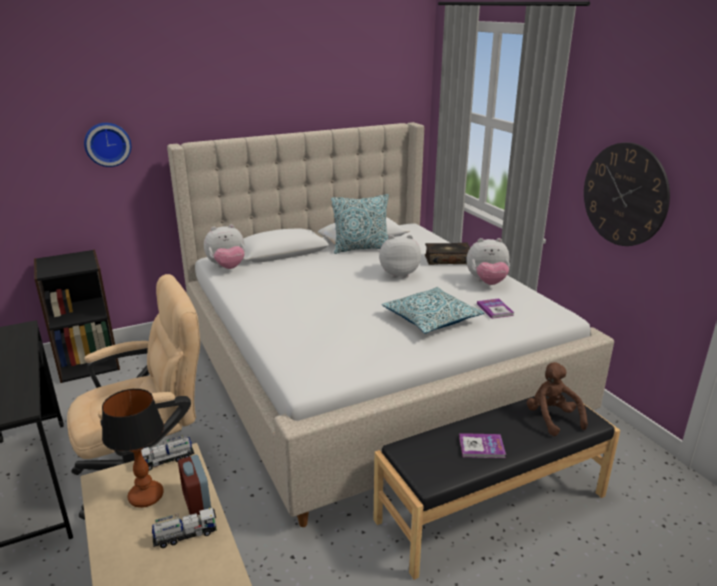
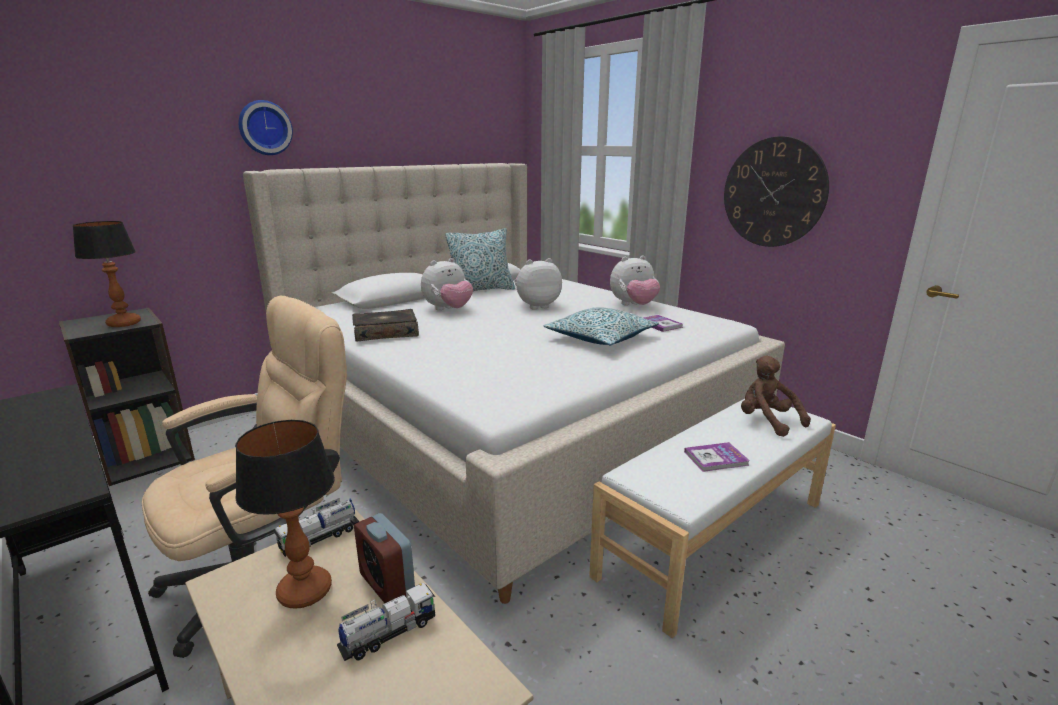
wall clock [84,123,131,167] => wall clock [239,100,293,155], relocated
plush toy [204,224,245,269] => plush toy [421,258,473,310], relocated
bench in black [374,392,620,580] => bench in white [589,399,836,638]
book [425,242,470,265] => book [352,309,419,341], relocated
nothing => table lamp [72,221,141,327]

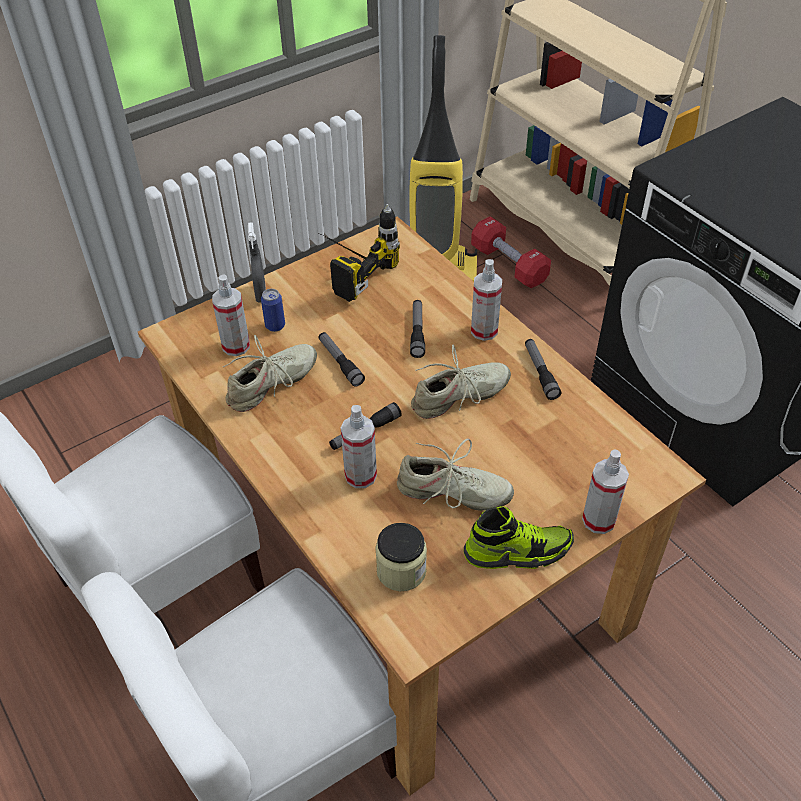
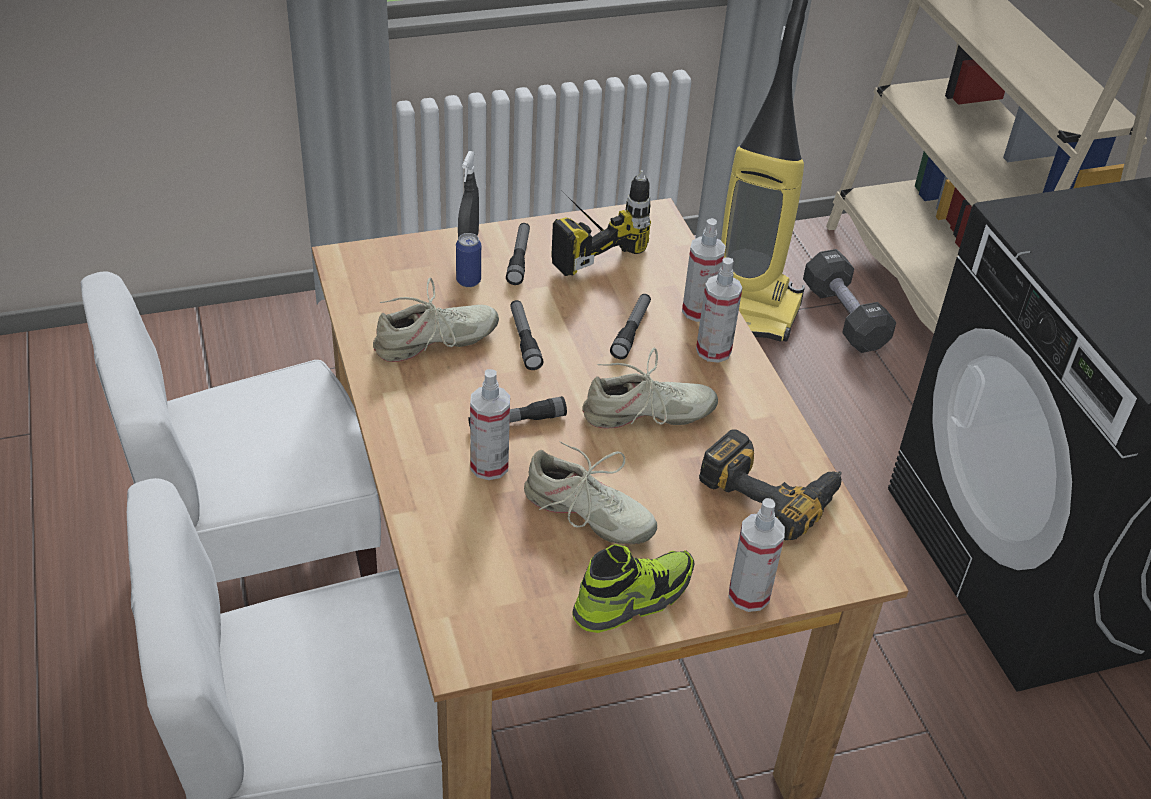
spray bottle [212,275,250,356] => spray bottle [682,218,726,322], relocated
jar [375,523,427,591] => nothing
shoe [463,506,574,569] => shoe [572,544,695,633], 45 degrees counterclockwise
dumbbell in red [471,216,551,288] => dumbbell in black [803,249,896,353]
flashlight [525,339,561,400] => flashlight [506,223,530,285], relocated
nothing => power drill [699,429,842,540]

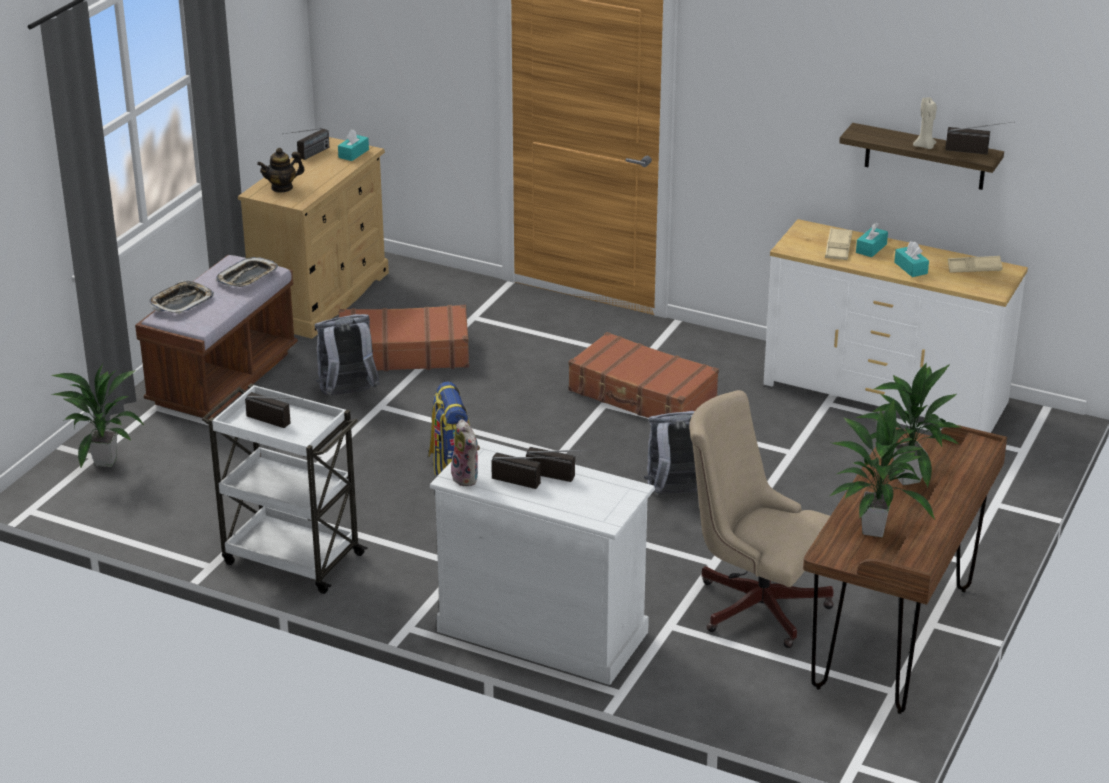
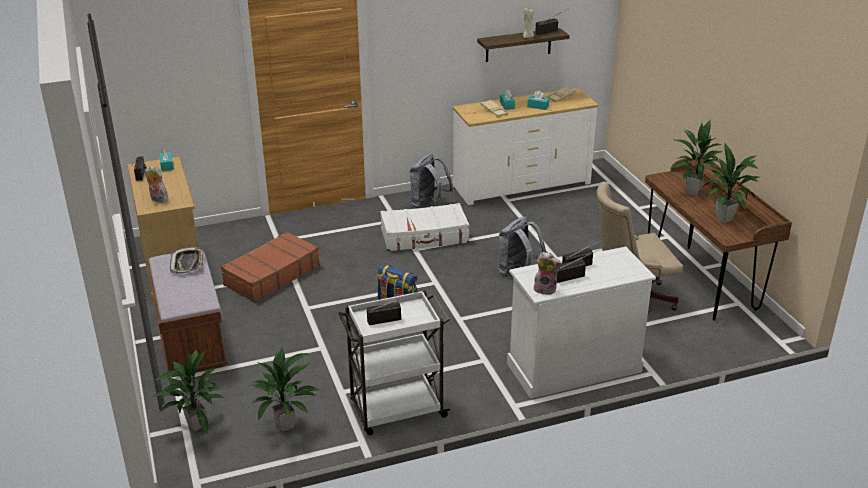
tray [149,280,214,314] => nothing
teapot [257,148,305,193] => plush toy [145,165,168,203]
backpack in grey [315,314,380,395] => backpack in grey [409,154,453,208], relocated
suitcase in brown [568,332,719,418] => suitcase in white [380,203,470,251]
nothing => potted plant [251,347,320,432]

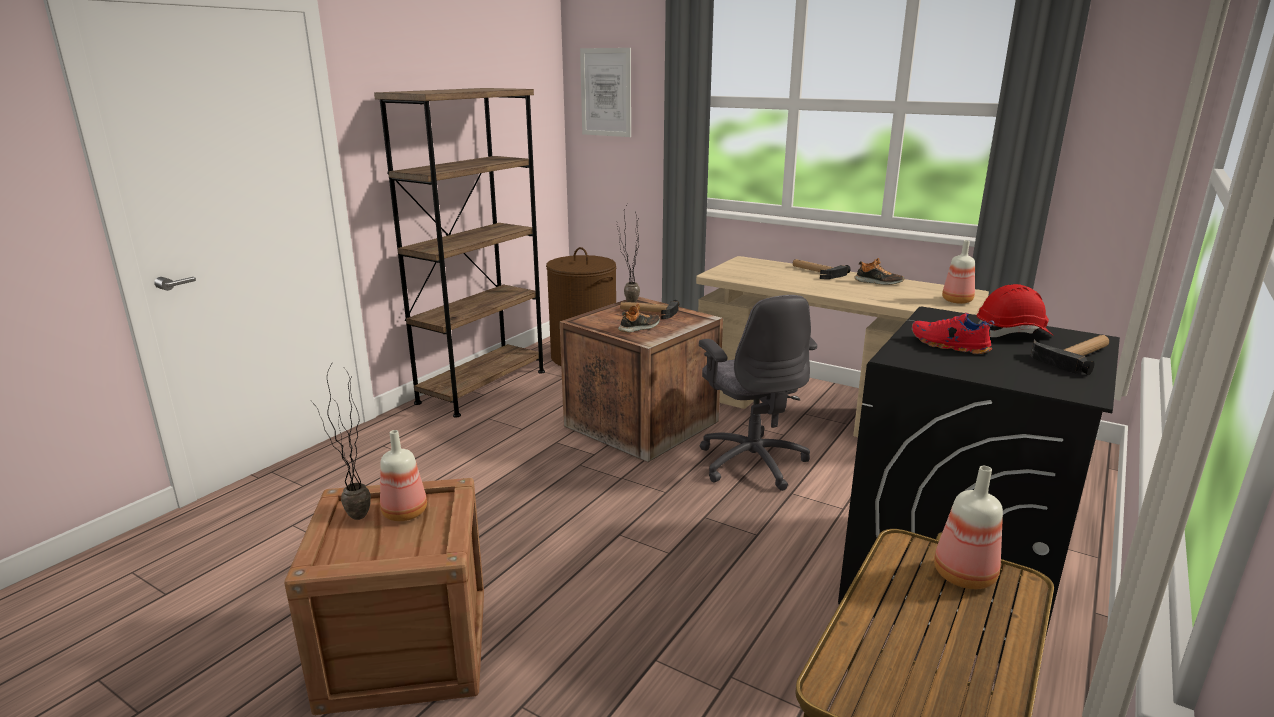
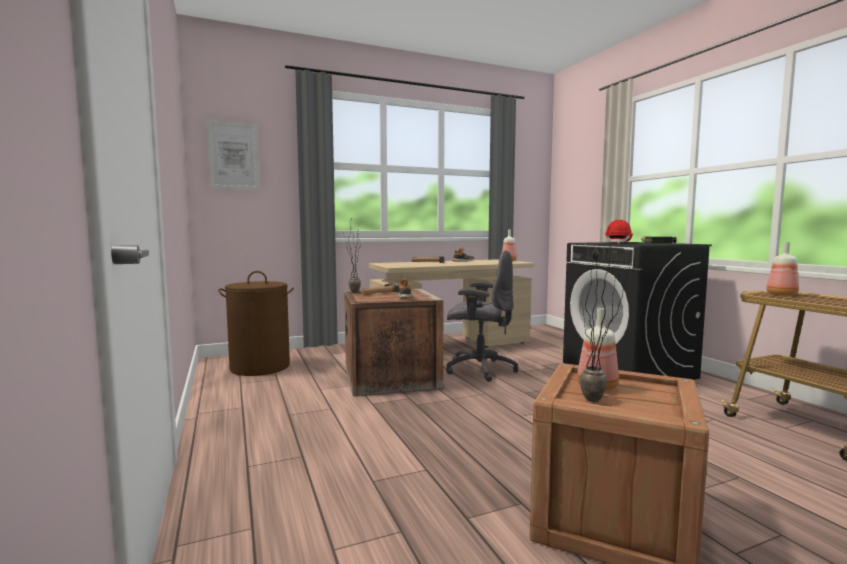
bookcase in brown [374,88,545,418] => nothing
shoe in red [912,313,995,354] => nothing

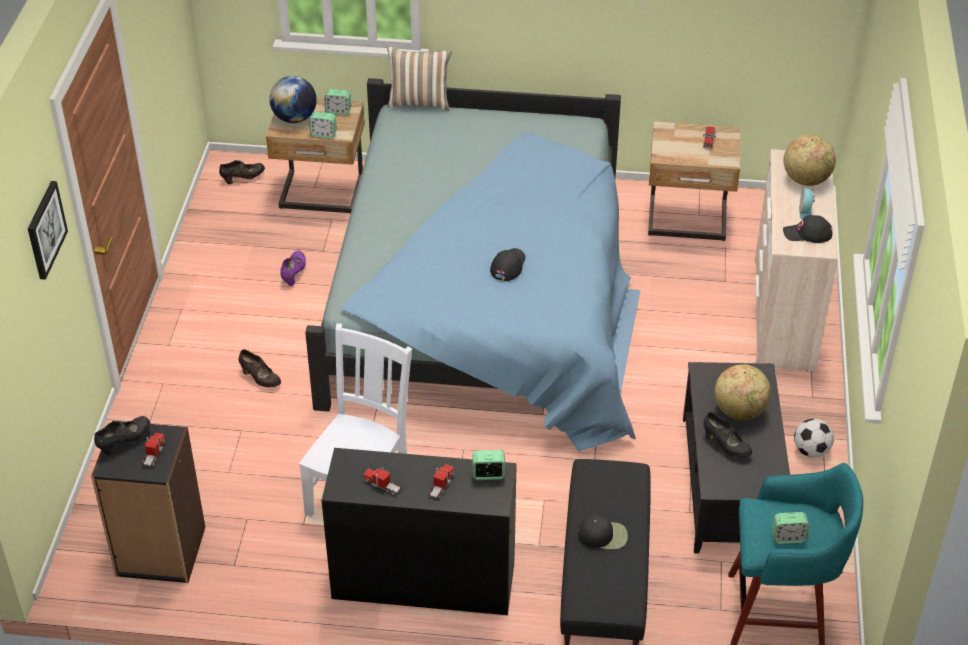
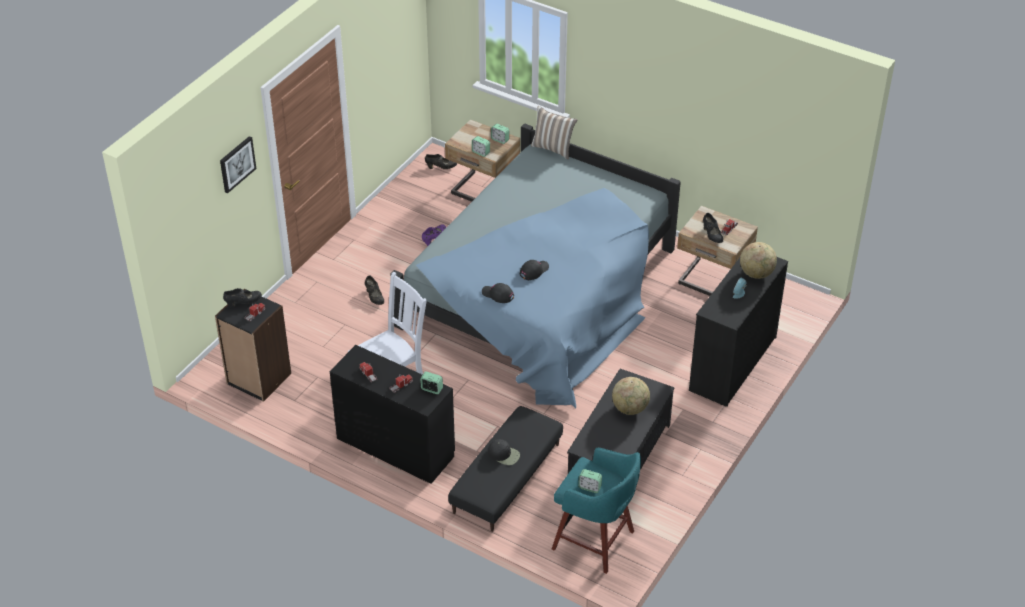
globe [269,76,317,123] => nothing
shoe in black [704,412,752,457] => shoe in black [703,213,723,243], relocated
dresser in beige [755,149,838,371] => dresser in black [689,257,788,407]
cap in black [783,215,832,243] => cap in black [482,283,514,303], relocated
football [794,419,834,458] => nothing

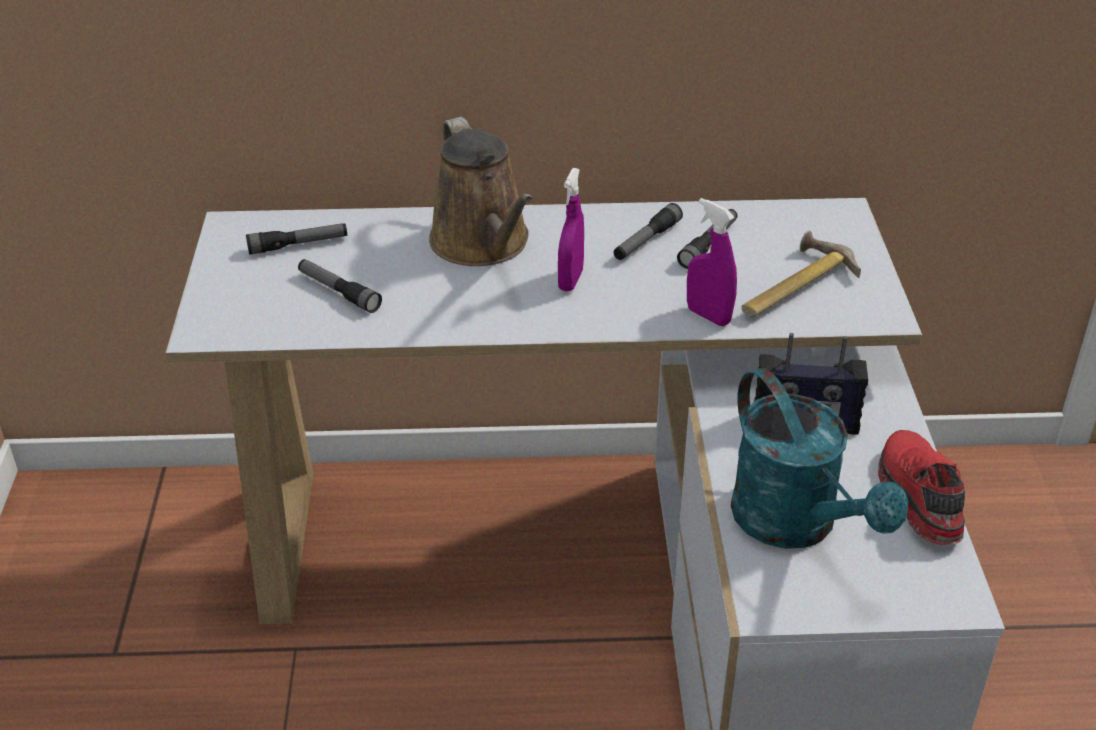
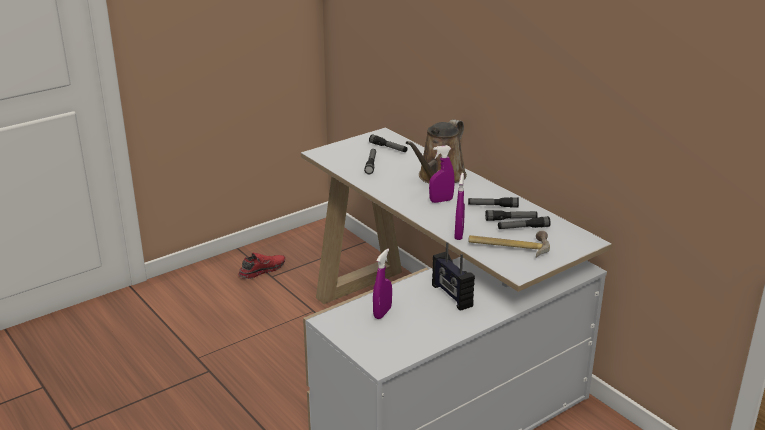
watering can in turquoise [731,368,908,549] => spray bottle in purple [373,248,392,319]
shoe in red [878,430,965,545] => shoe in red [238,253,285,279], relocated
nothing => flashlight [498,216,551,229]

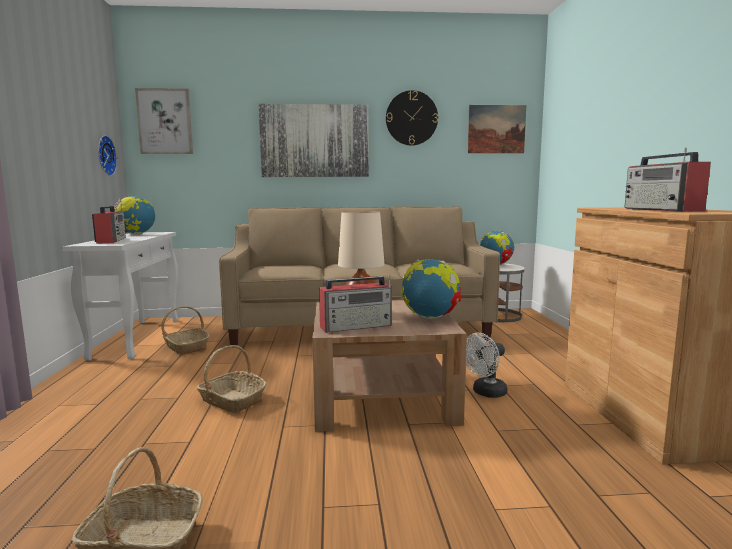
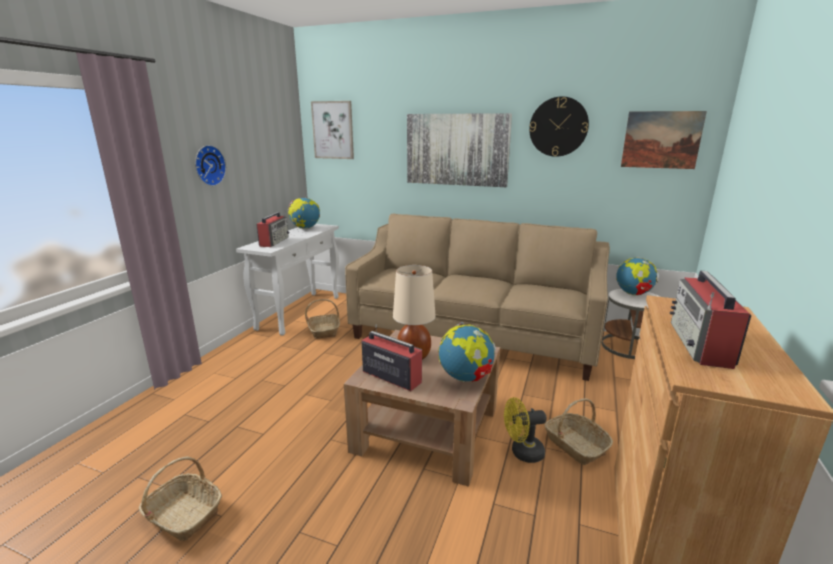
wall clock [98,135,117,176] => wall clock [195,145,226,186], relocated
basket [197,345,267,413] => basket [545,398,613,465], relocated
radio [319,275,392,333] => radio [361,325,422,391], 150 degrees counterclockwise
fan in white [466,333,508,398] => fan in yellow [504,397,547,463]

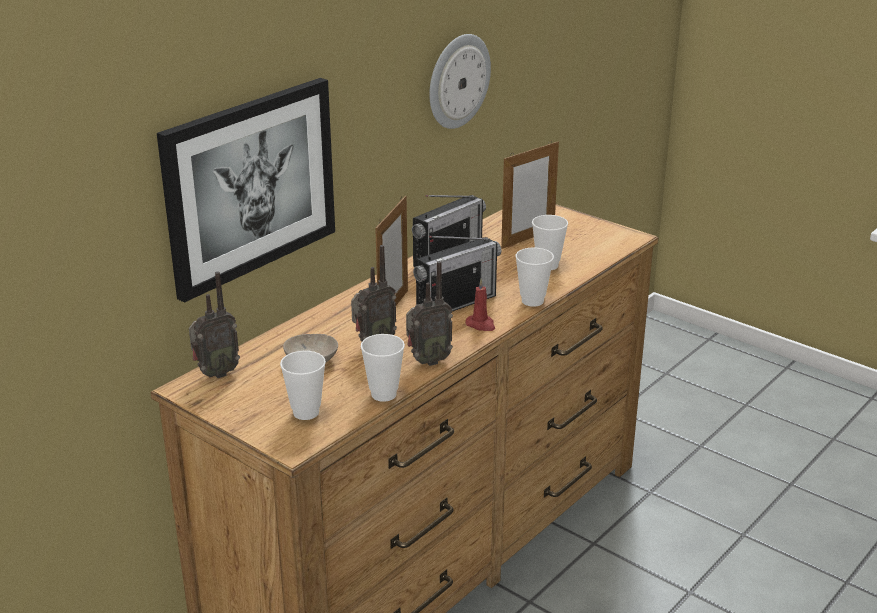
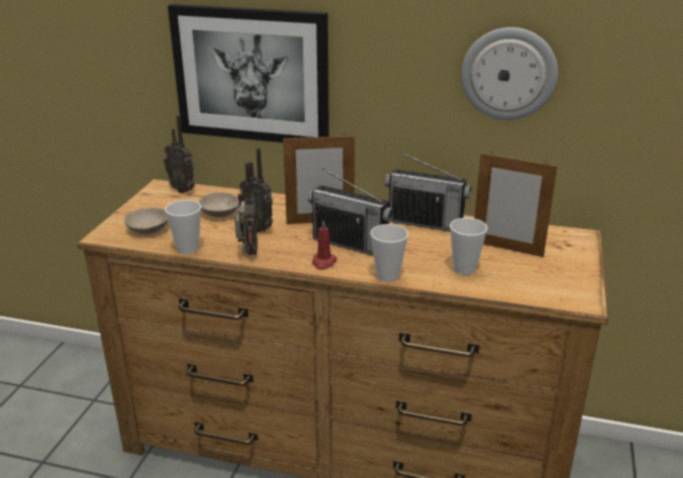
cup [280,351,326,420] => bowl in beige [124,208,168,234]
radio [406,261,453,366] => radio [234,162,257,255], 135 degrees counterclockwise

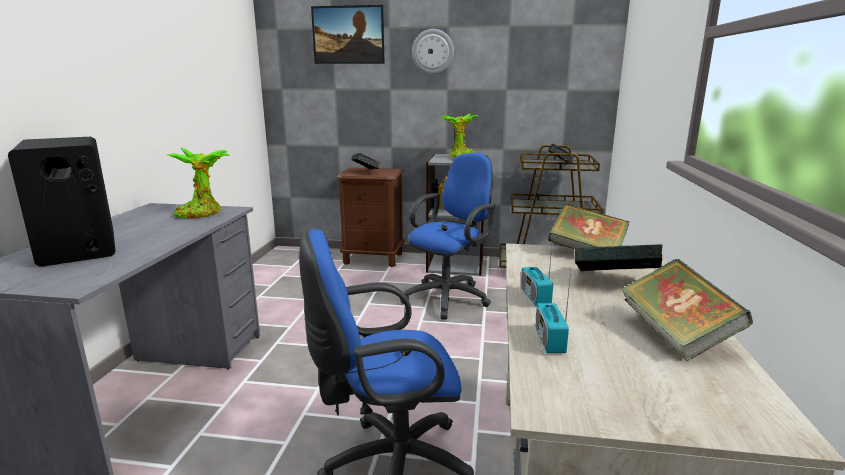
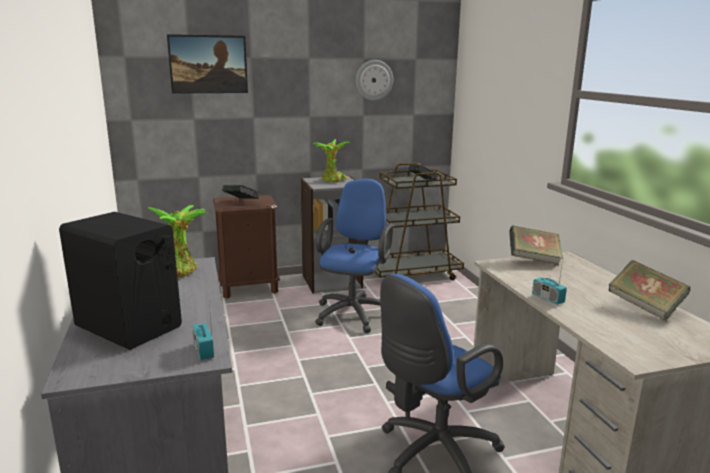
wall clock [412,29,454,74] => wall clock [356,60,393,101], relocated
radio [535,271,571,353] => radio [193,304,214,360], relocated
book [574,244,663,271] => nothing

